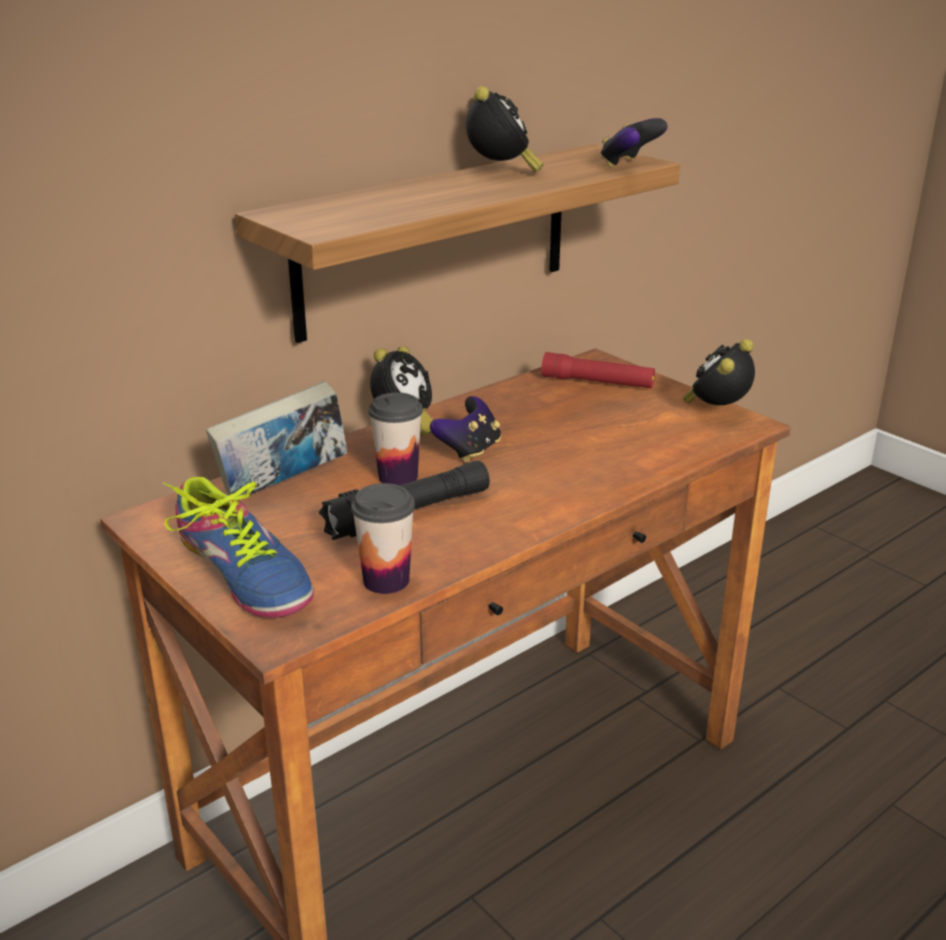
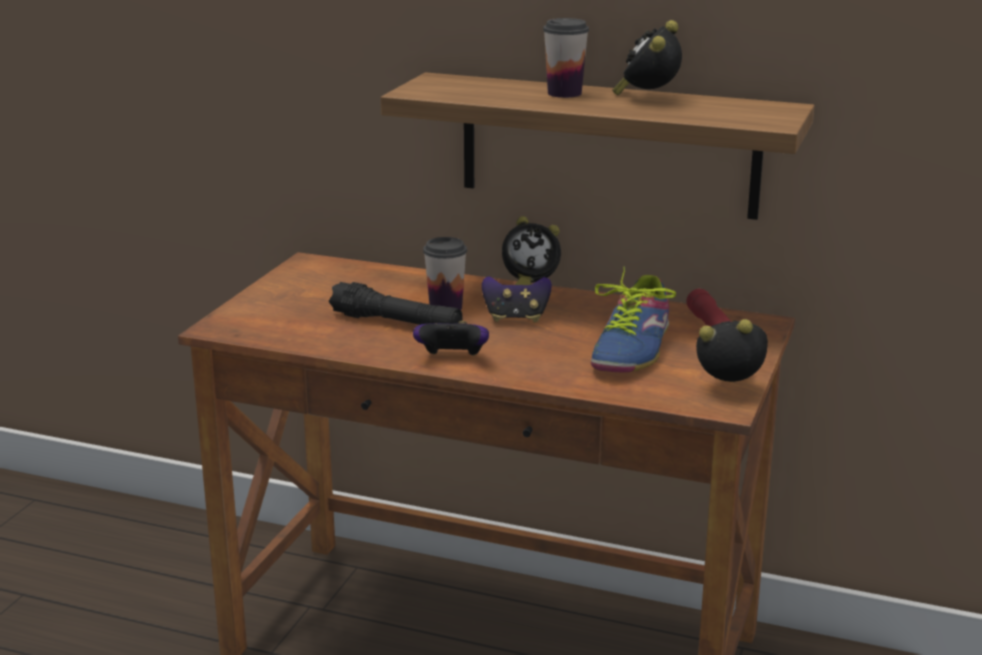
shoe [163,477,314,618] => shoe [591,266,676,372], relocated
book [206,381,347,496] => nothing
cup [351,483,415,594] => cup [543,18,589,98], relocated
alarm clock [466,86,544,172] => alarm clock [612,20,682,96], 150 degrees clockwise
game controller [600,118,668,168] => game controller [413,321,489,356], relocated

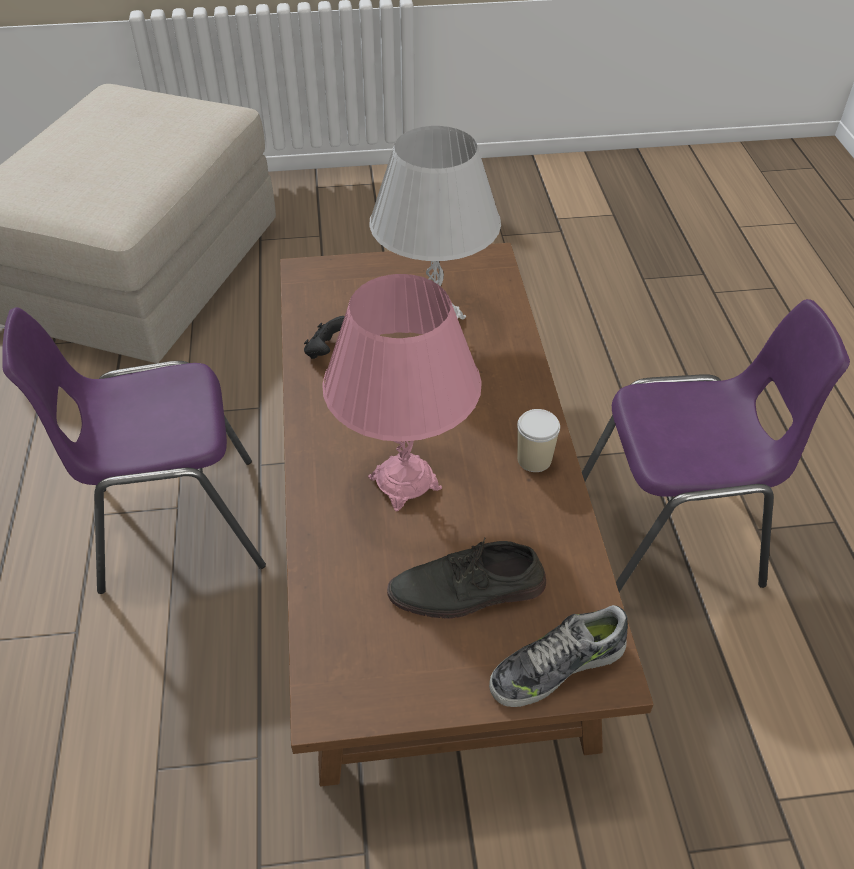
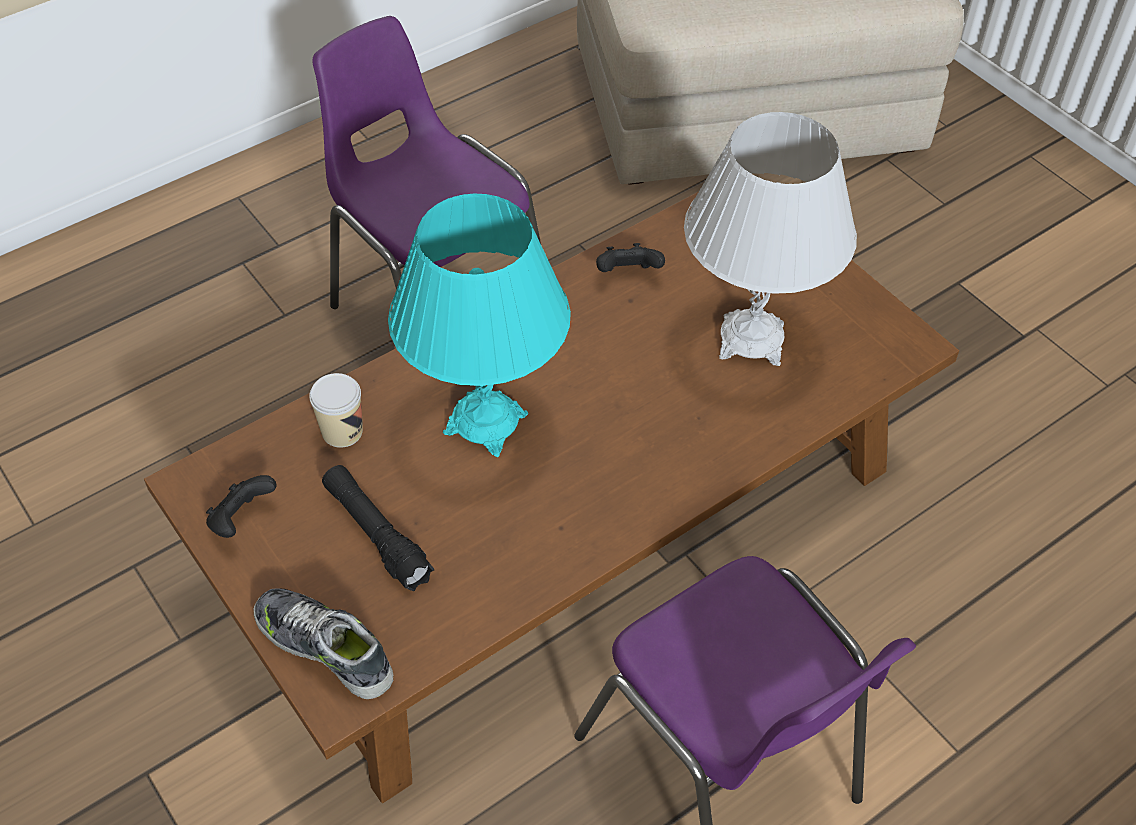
table lamp in pink [322,274,482,511] => table lamp in turquoise [388,194,571,457]
shoe in grey [387,538,546,619] => flashlight in black [322,465,434,591]
cup [517,409,560,472] => cup [309,373,363,448], relocated
nothing => game controller in black [206,475,277,538]

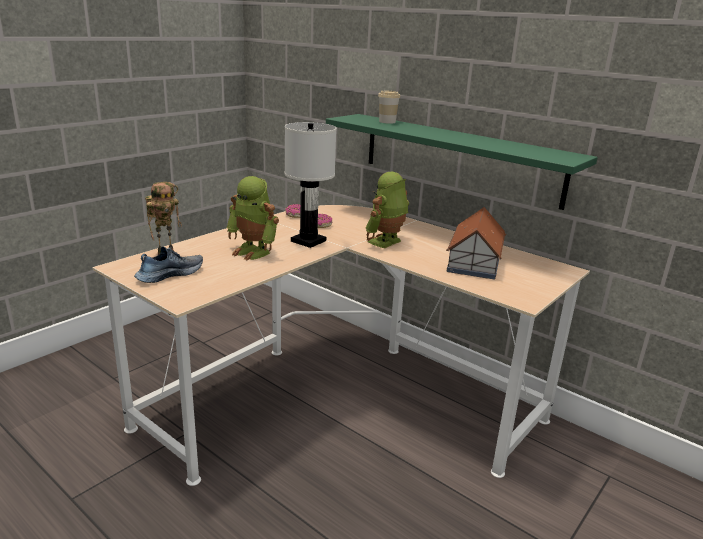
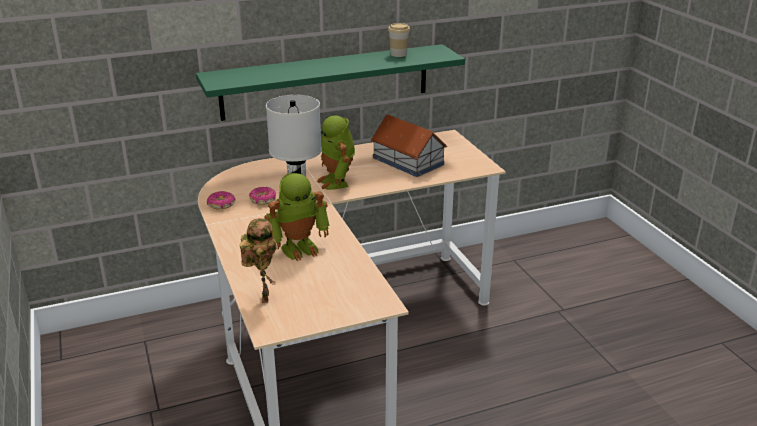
shoe [134,246,203,283] => nothing
cup [378,91,400,124] => cup [388,23,410,57], relocated

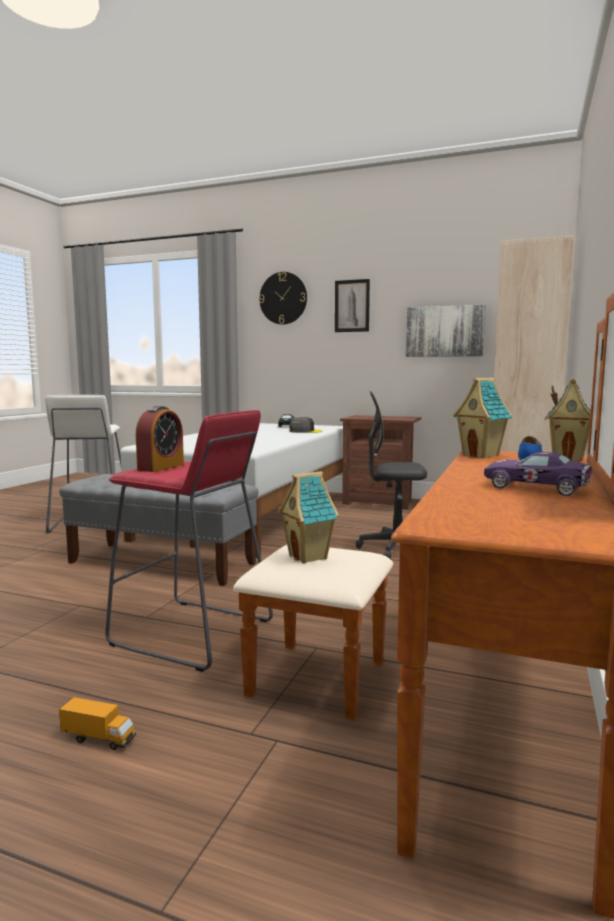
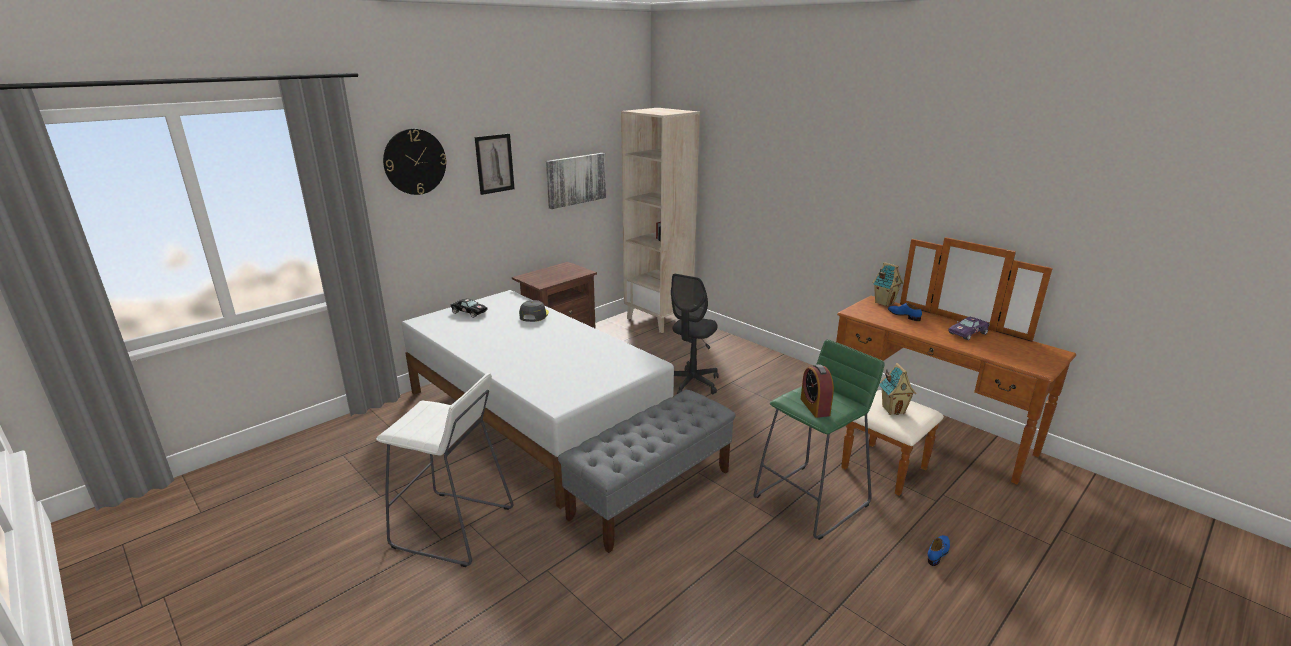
toy truck [59,697,136,750] => shoe in blue [928,535,950,566]
stool in red [105,410,273,672] => stool in green [754,339,885,540]
alarm clock [136,406,184,472] => alarm clock [801,364,834,418], 150 degrees counterclockwise
toy house [453,378,512,458] => nothing

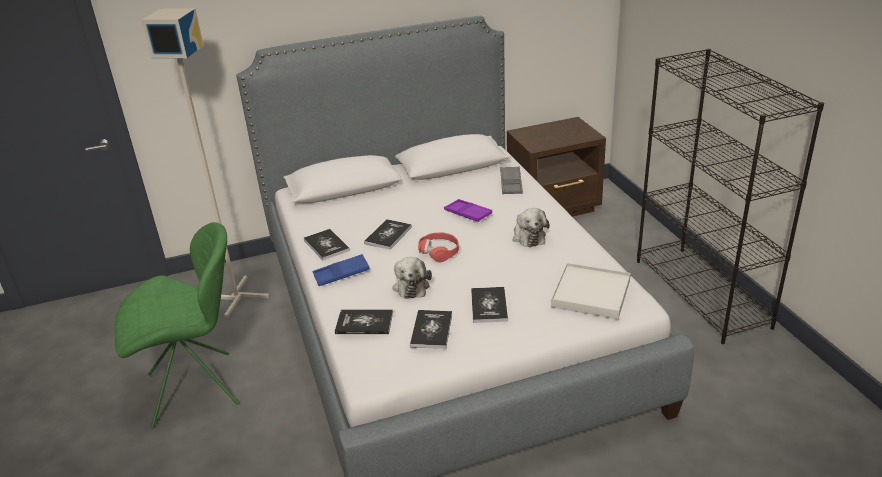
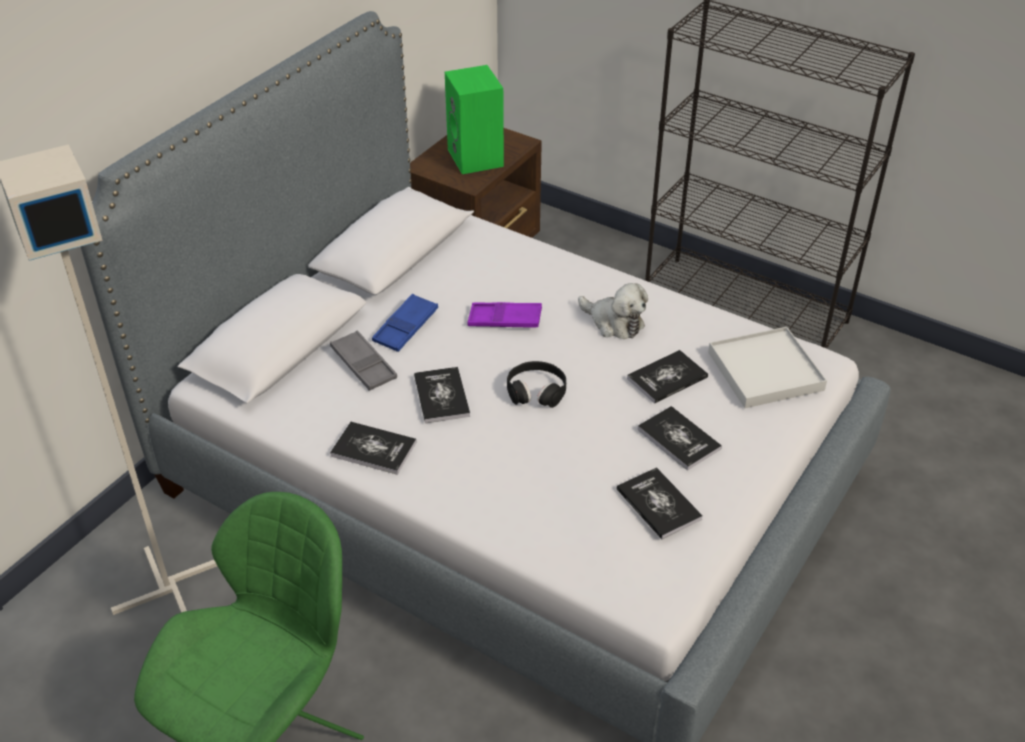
tray in blue [313,254,370,286] => tray in blue [372,294,438,352], relocated
book [335,309,393,334] => book [627,350,708,404], relocated
plush toy [392,257,432,299] => nothing
headphones in red [418,233,459,262] => headphones in black [507,361,566,408]
tray in grey [500,166,523,194] => tray in grey [330,330,397,391], relocated
nothing => speaker in green [445,65,504,174]

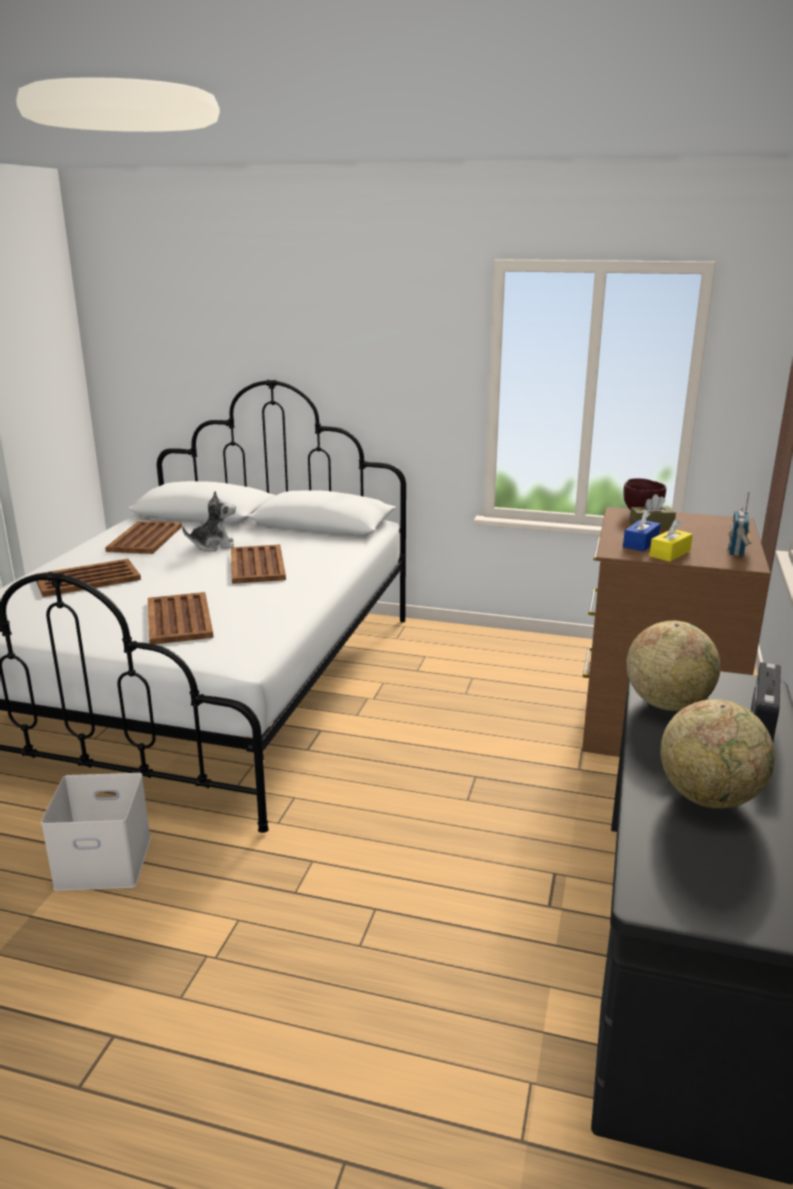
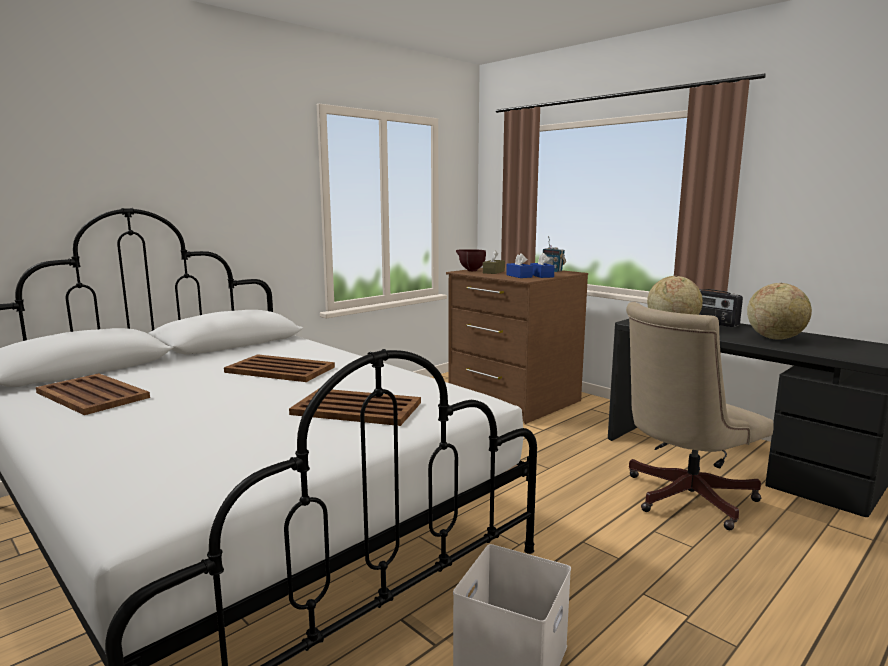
tray in brown [34,559,141,597] => nothing
plush toy [182,491,236,551] => nothing
tissue box in yellow [650,519,693,562] => tissue box in blue [530,253,555,278]
nothing => office chair in beige [626,302,774,530]

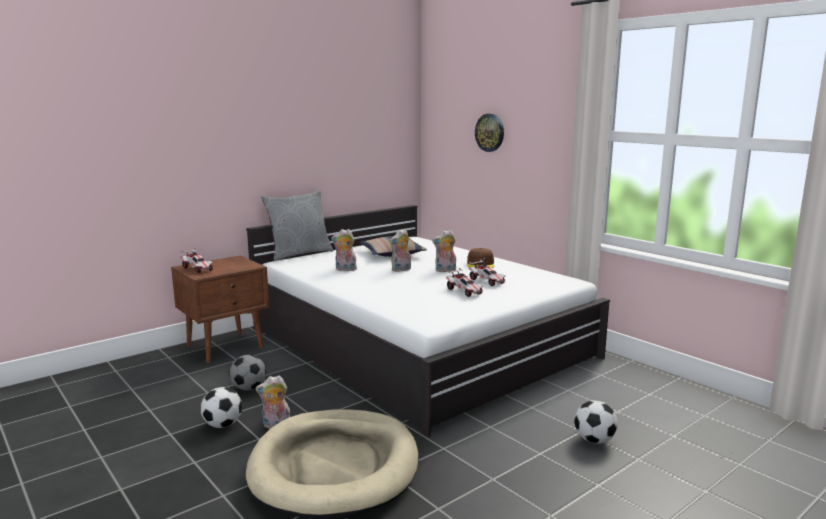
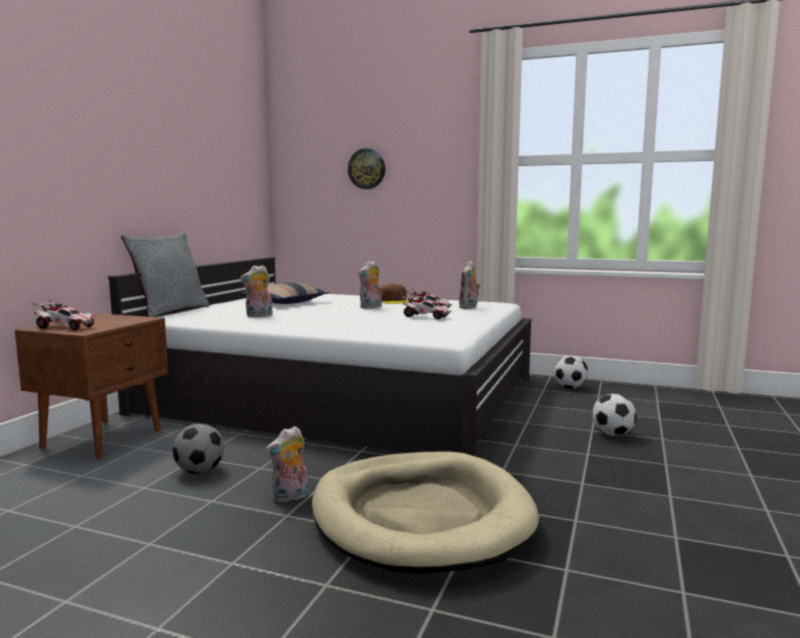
football [200,387,242,428] => football [554,355,588,389], relocated
plush toy [390,229,411,272] => plush toy [459,260,480,309], relocated

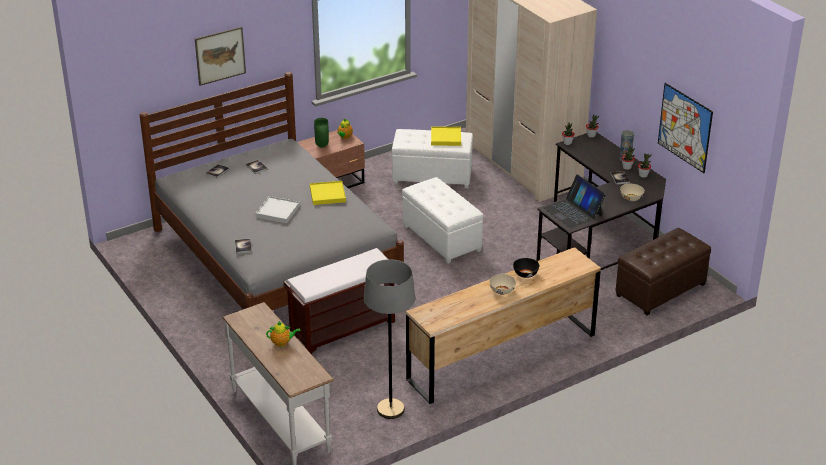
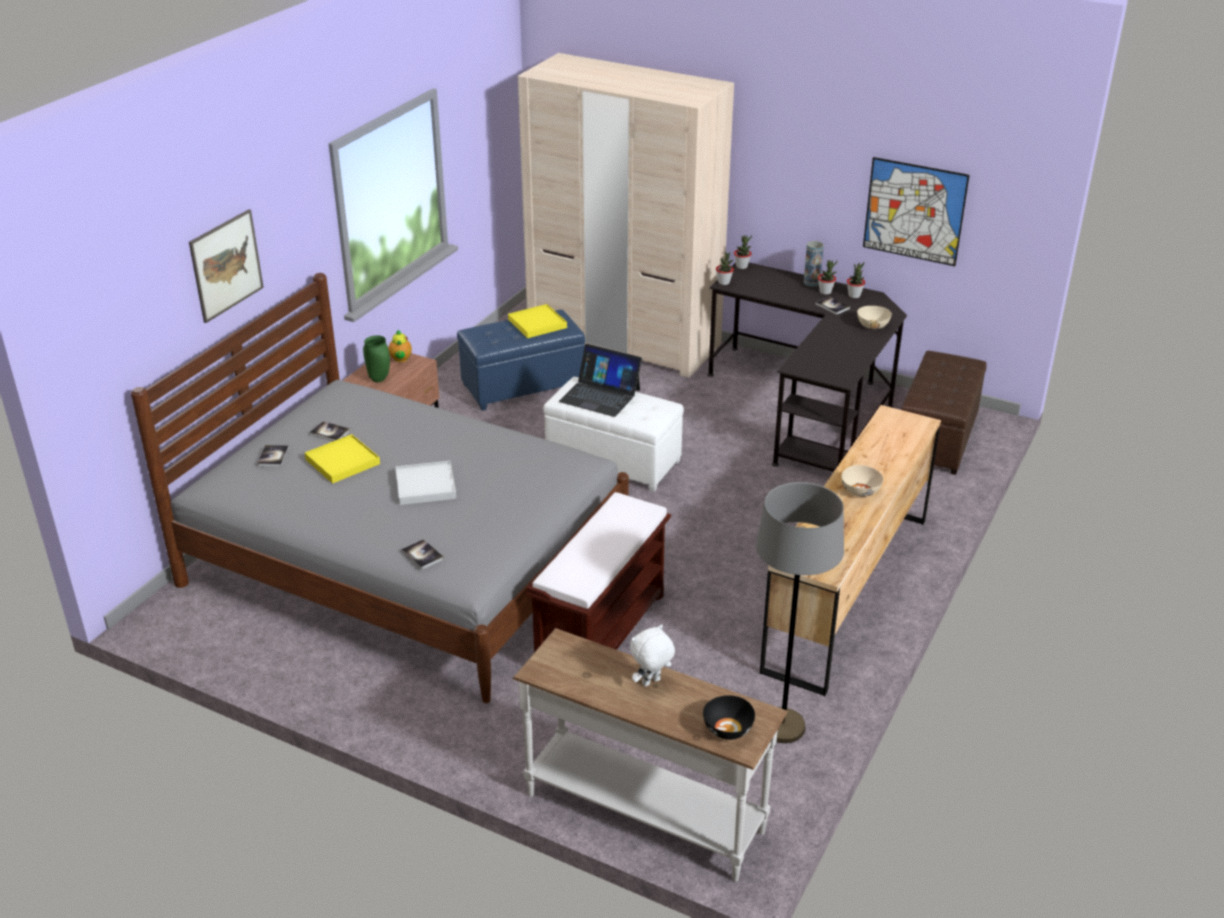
teapot [266,321,300,347] => plush toy in white [630,624,675,687]
tray in yellow [310,181,346,205] => tray in yellow [305,434,380,484], relocated
ottoman in white [392,129,473,188] => ottoman in blue [457,310,585,410]
bowl in black [513,258,539,278] => bowl in black [703,695,755,740], relocated
laptop [544,175,606,228] => laptop [559,344,642,417], relocated

